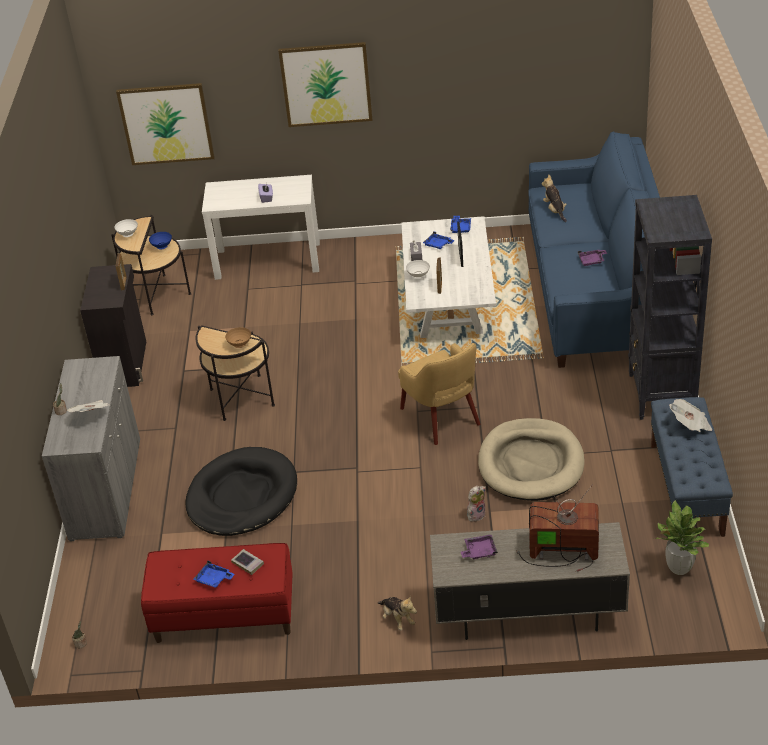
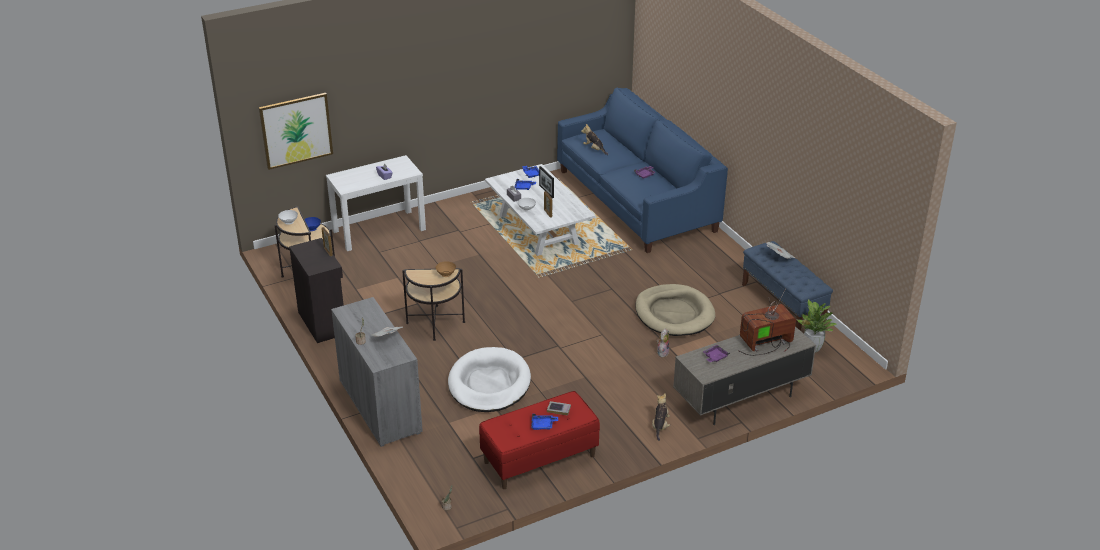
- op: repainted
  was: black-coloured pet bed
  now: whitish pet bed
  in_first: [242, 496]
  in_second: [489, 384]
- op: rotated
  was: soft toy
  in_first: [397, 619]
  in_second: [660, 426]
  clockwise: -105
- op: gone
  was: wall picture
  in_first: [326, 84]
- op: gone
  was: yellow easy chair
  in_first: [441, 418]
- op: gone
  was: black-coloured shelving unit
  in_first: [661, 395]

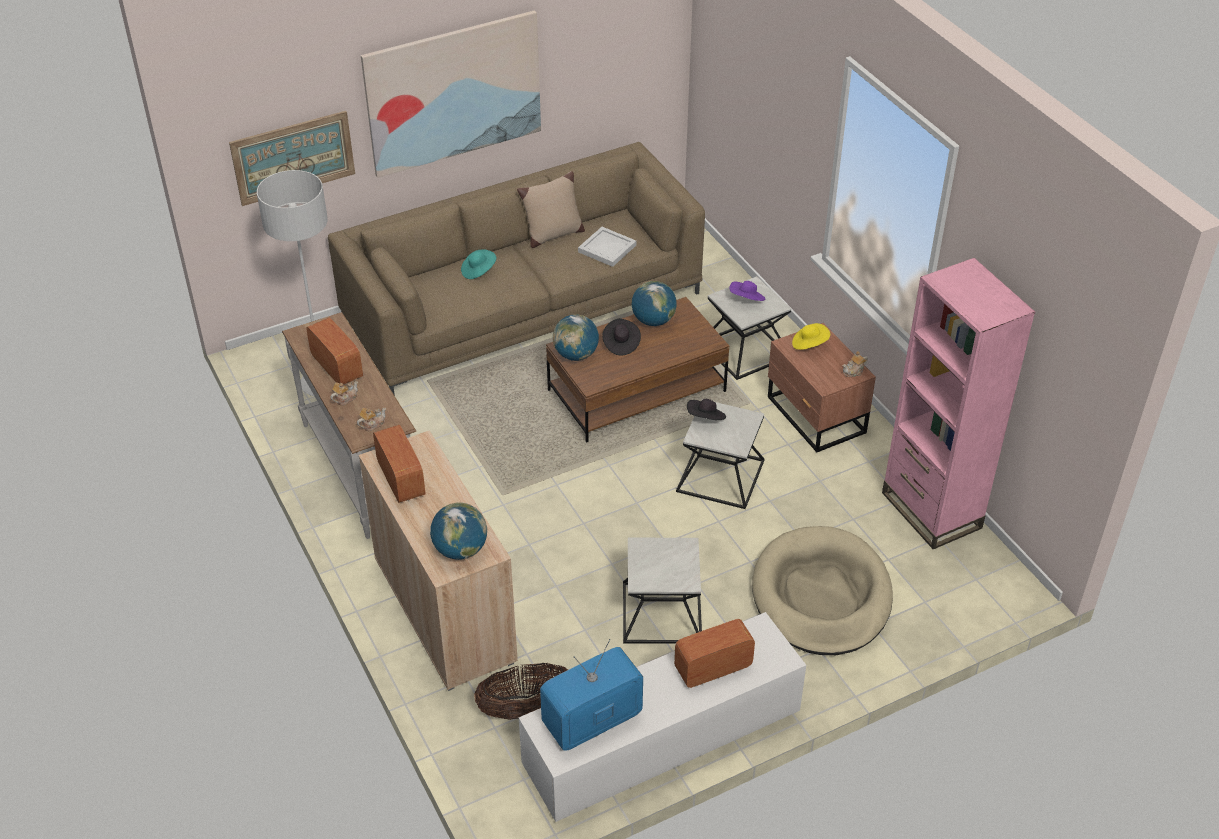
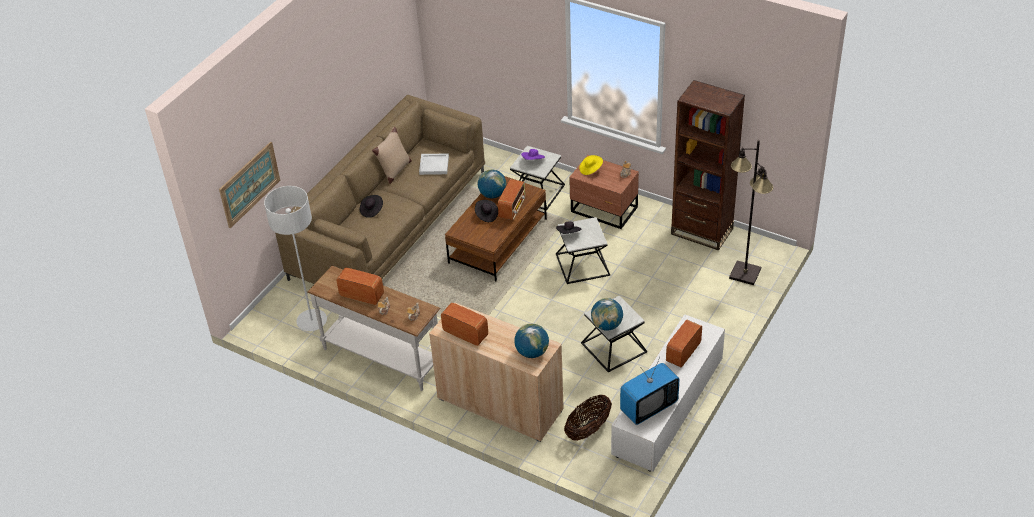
- op: repainted
  was: blue-green hat
  now: black-coloured hat
  in_first: [478, 271]
  in_second: [371, 210]
- op: new
  now: radio set
  in_second: [512, 208]
- op: shifted
  was: globe
  in_first: [576, 355]
  in_second: [607, 325]
- op: rotated
  was: television
  in_first: [592, 721]
  in_second: [648, 407]
  clockwise: -150
- op: repainted
  was: pink shelving unit
  now: brown shelving unit
  in_first: [931, 510]
  in_second: [702, 231]
- op: new
  now: black-coloured floor lamp
  in_second: [744, 273]
- op: gone
  was: wall picture
  in_first: [453, 93]
- op: gone
  was: sand-coloured pet bed
  in_first: [821, 596]

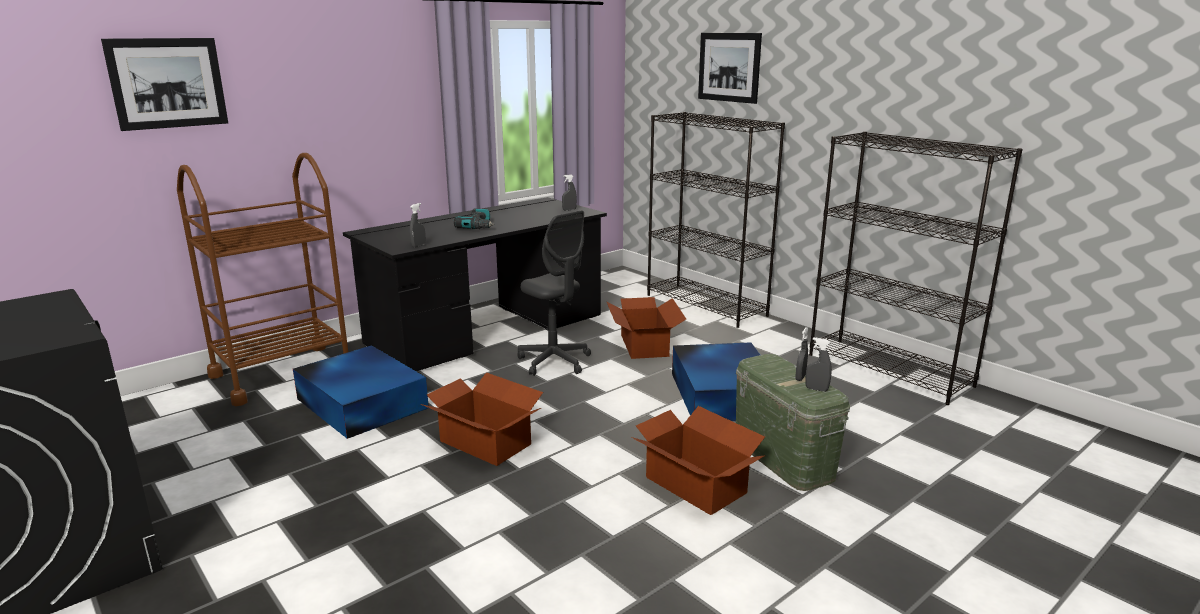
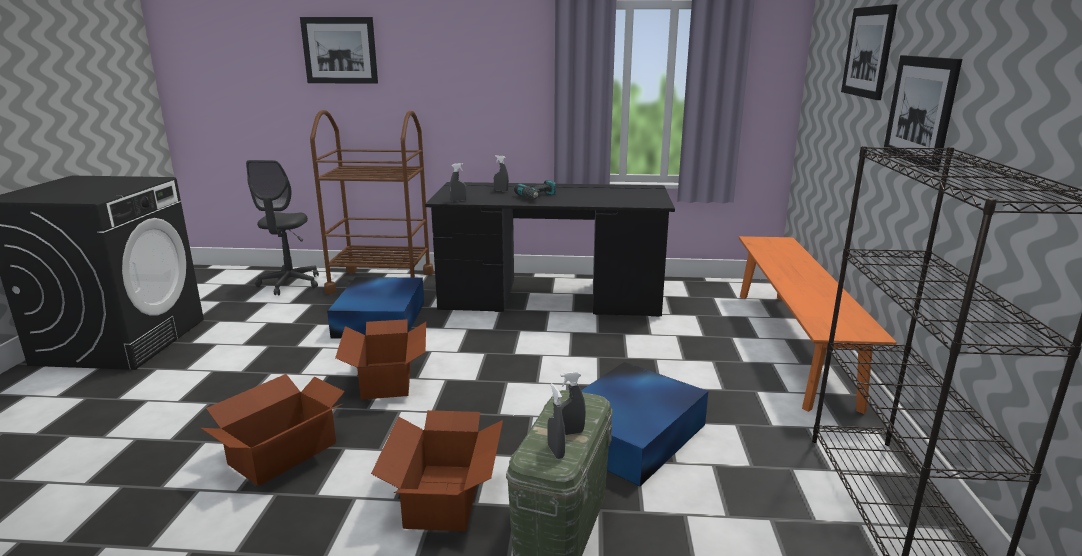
- op: shifted
  was: cardboard box
  in_first: [643, 346]
  in_second: [281, 453]
- op: shifted
  was: gray office chair
  in_first: [554, 361]
  in_second: [290, 284]
- op: shifted
  was: gray sprayer
  in_first: [569, 210]
  in_second: [501, 191]
- op: swapped
  was: black-coloured shelving unit
  now: orange bench
  in_first: [706, 305]
  in_second: [791, 344]
- op: new
  now: wall picture
  in_second: [920, 110]

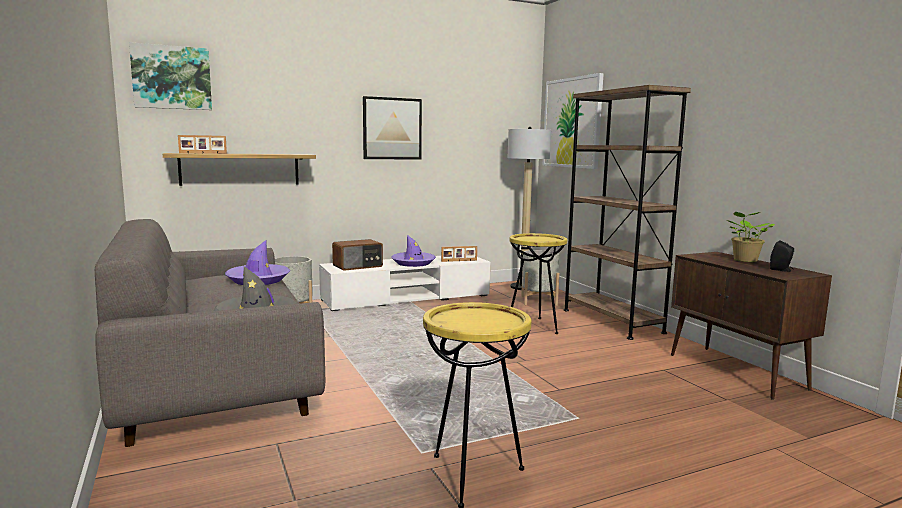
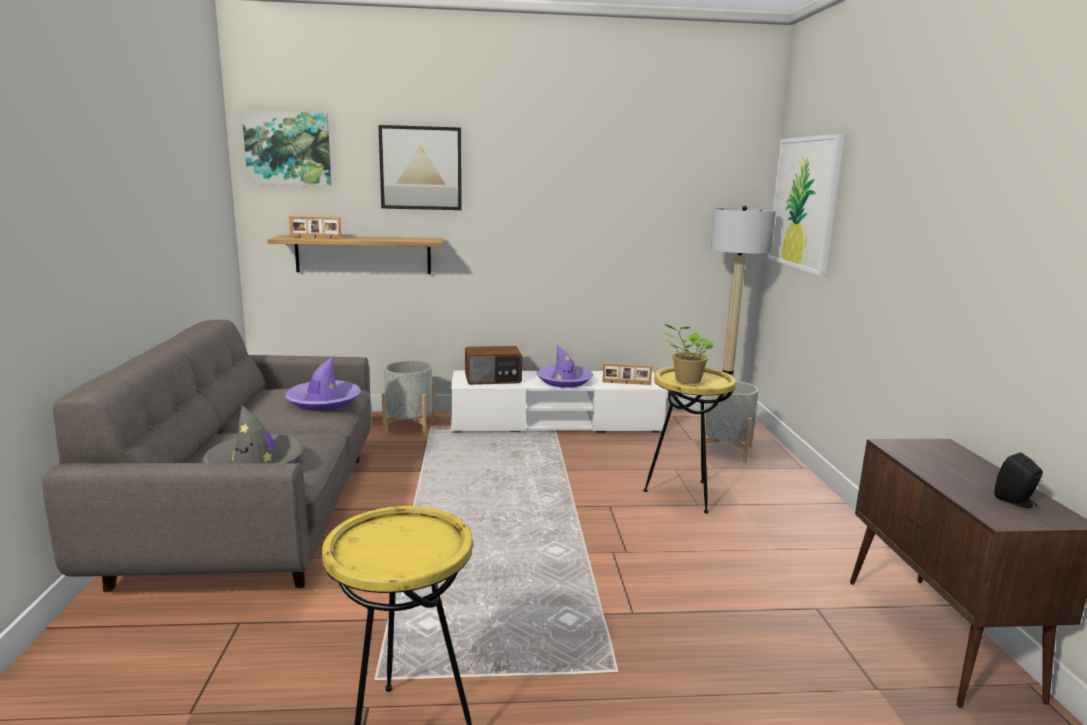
- op: shifted
  was: wall picture
  in_first: [392, 128]
  in_second: [421, 168]
- op: shifted
  was: potted plant
  in_first: [744, 260]
  in_second: [686, 380]
- op: gone
  was: brown shelving unit
  in_first: [612, 321]

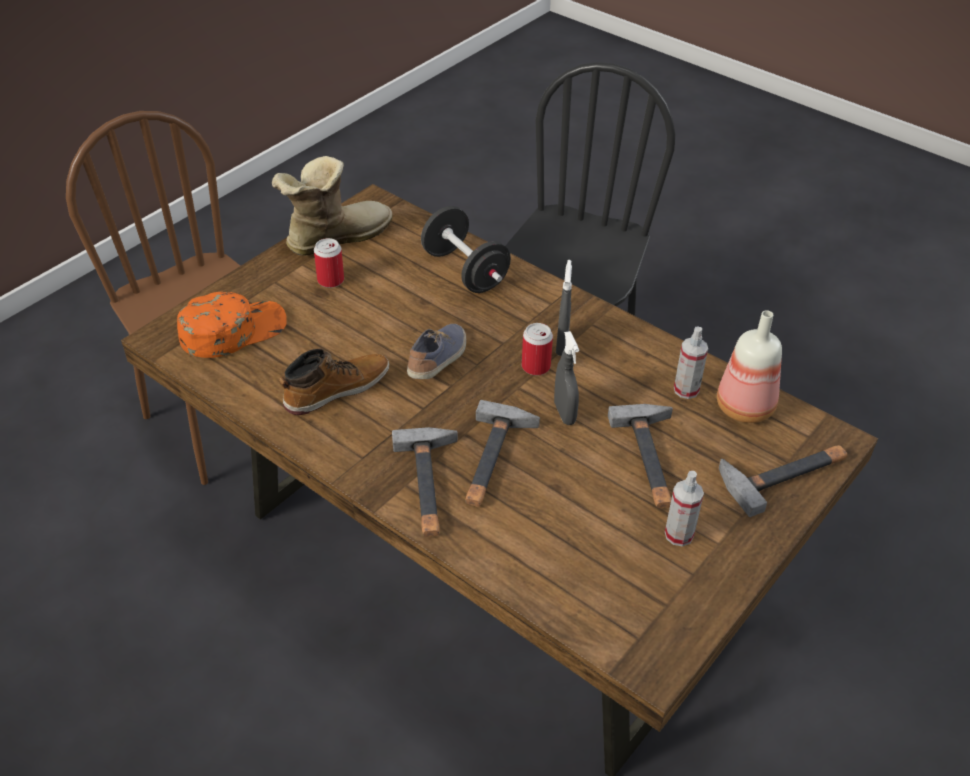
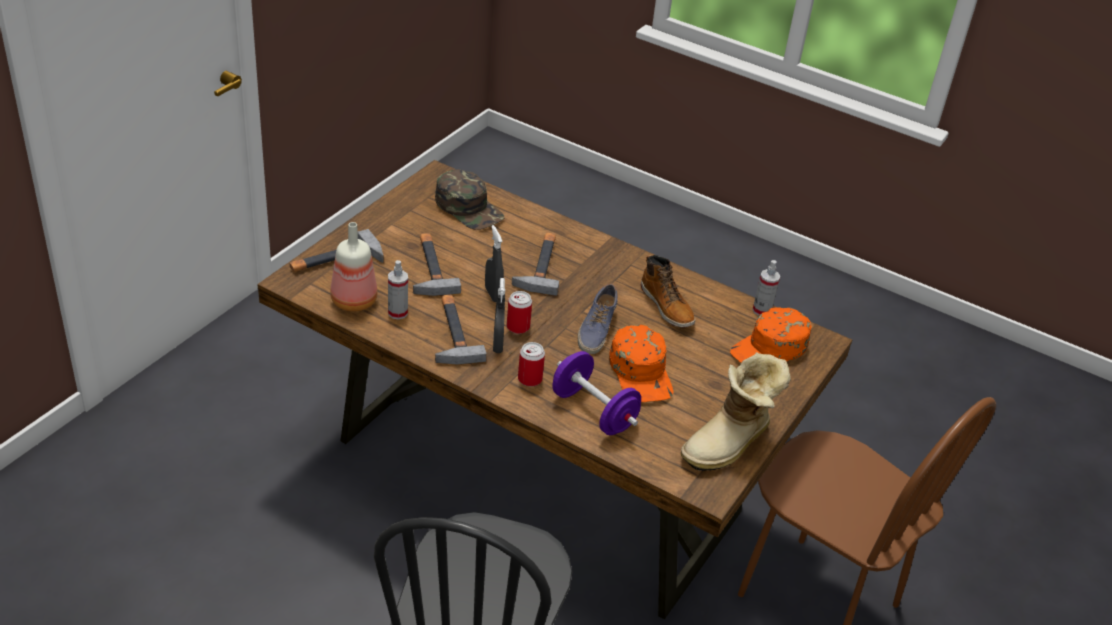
- op: new
  now: green-coloured peaked cap
  in_second: [469, 208]
- op: shifted
  was: hammer
  in_first: [429, 485]
  in_second: [452, 332]
- op: shifted
  was: can
  in_first: [330, 280]
  in_second: [530, 379]
- op: repainted
  was: black-coloured hand weight
  now: purple hand weight
  in_first: [465, 271]
  in_second: [594, 411]
- op: new
  now: orange peaked cap
  in_second: [641, 373]
- op: rotated
  was: tall boot
  in_first: [336, 389]
  in_second: [667, 306]
  clockwise: -75
- op: shifted
  was: sprayer
  in_first: [679, 534]
  in_second: [762, 310]

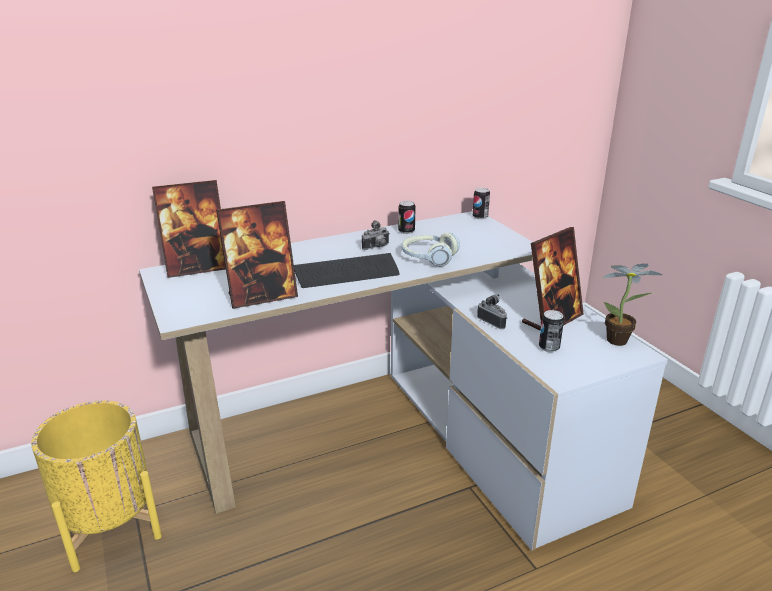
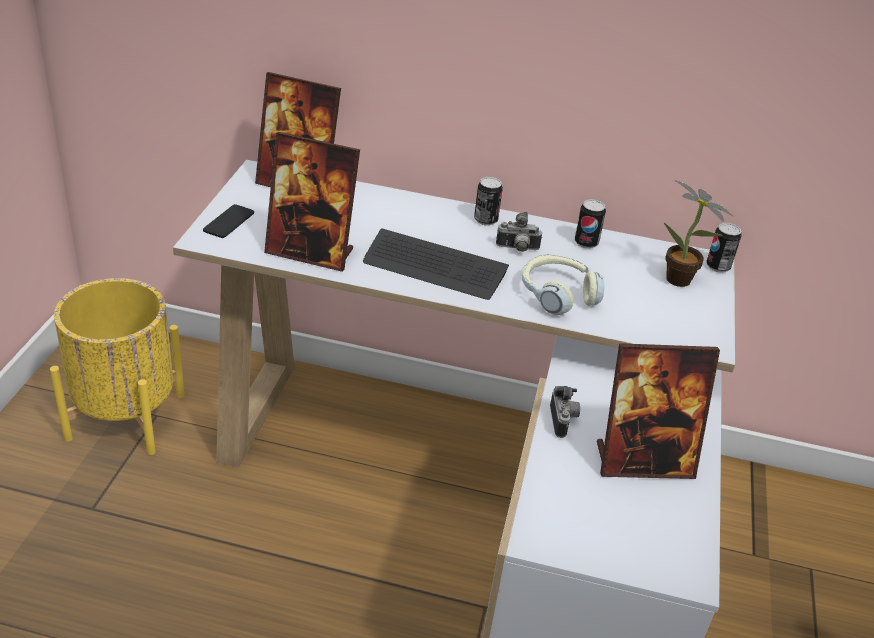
- op: new
  now: phone
  in_second: [229, 222]
- op: shifted
  was: can
  in_first: [549, 347]
  in_second: [485, 220]
- op: shifted
  was: potted plant
  in_first: [620, 341]
  in_second: [681, 282]

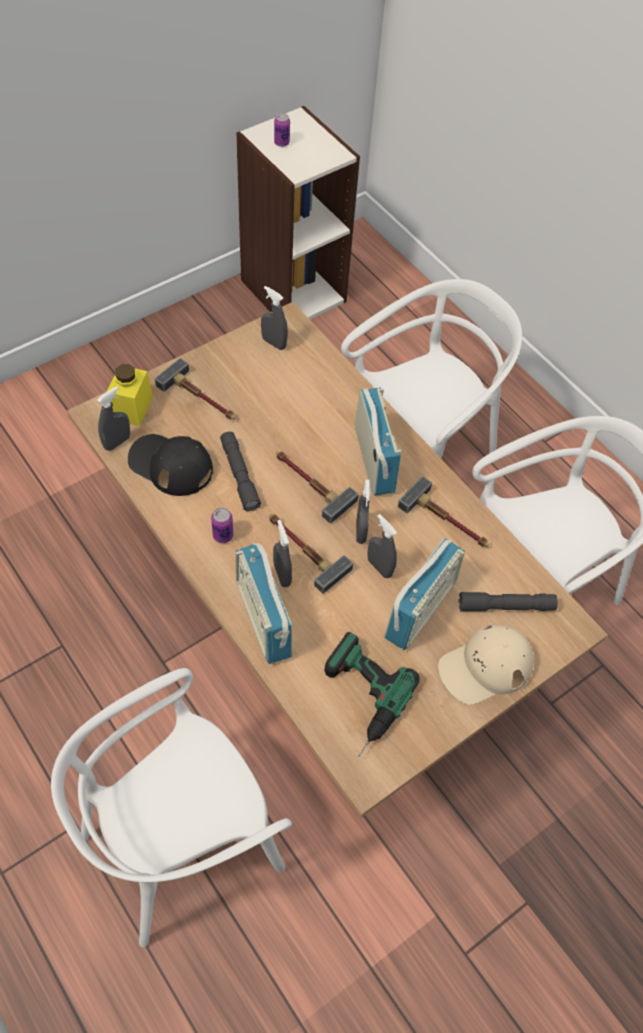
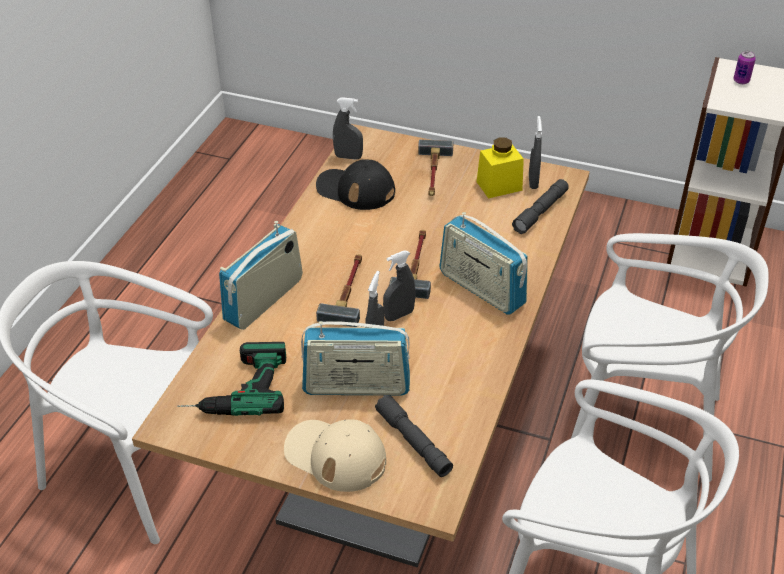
- op: rotated
  was: black-coloured peaked cap
  in_first: [170, 465]
  in_second: [355, 189]
  clockwise: -60
- op: rotated
  was: radio set
  in_first: [373, 459]
  in_second: [481, 289]
  clockwise: 90
- op: shifted
  was: yellow storage jar
  in_first: [131, 407]
  in_second: [499, 186]
- op: shifted
  was: gray hand torch
  in_first: [239, 475]
  in_second: [540, 212]
- op: gone
  was: can
  in_first: [223, 535]
- op: gone
  was: gray sprayer
  in_first: [282, 574]
- op: gone
  was: hammer
  in_first: [447, 521]

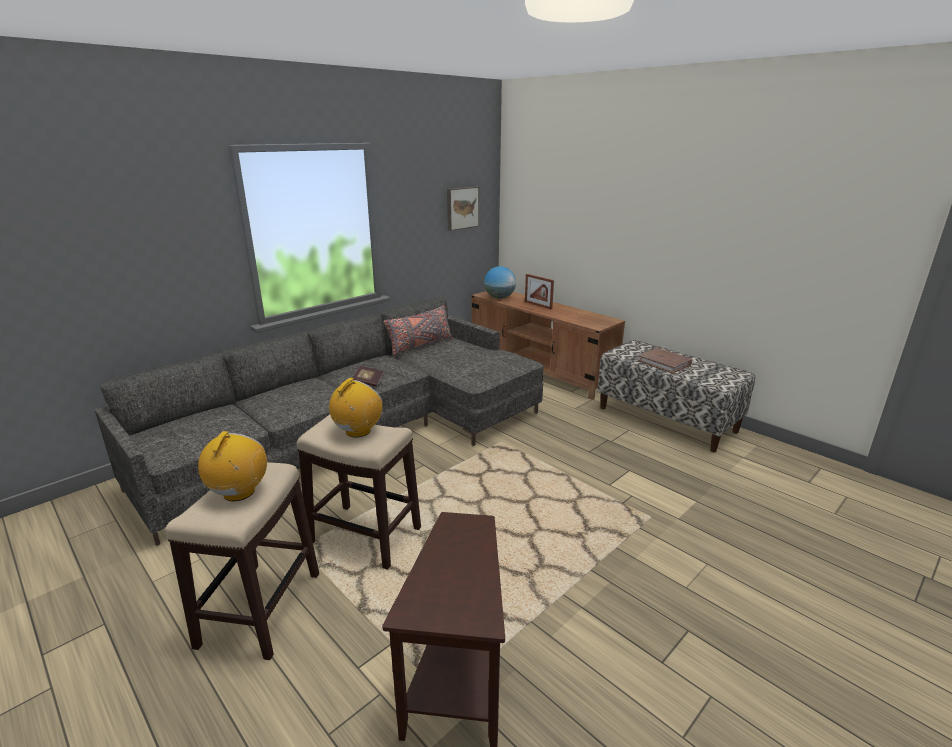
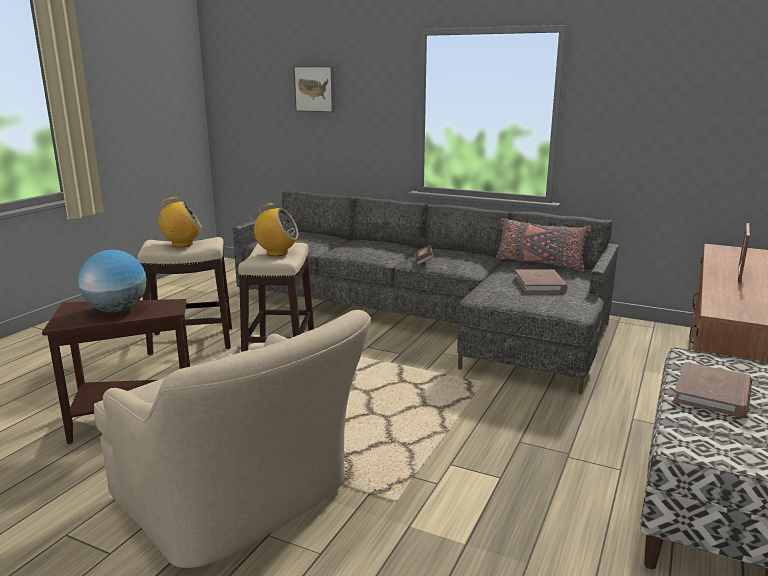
- op: shifted
  was: globe
  in_first: [499, 298]
  in_second: [117, 310]
- op: new
  now: sand-coloured easy chair
  in_second: [242, 502]
- op: shifted
  was: wall picture
  in_first: [461, 208]
  in_second: [315, 89]
- op: new
  now: brown book
  in_second: [540, 284]

